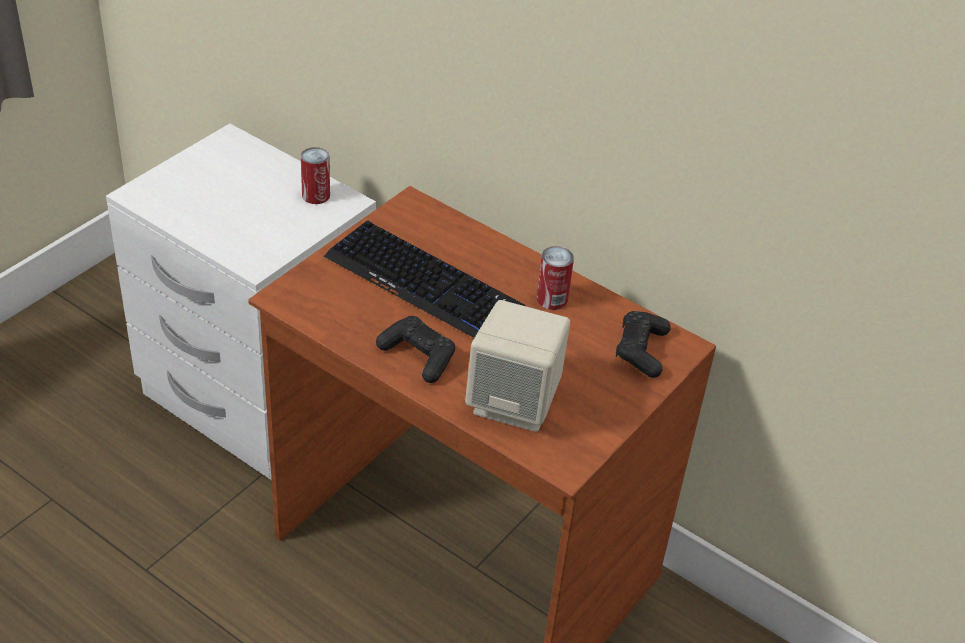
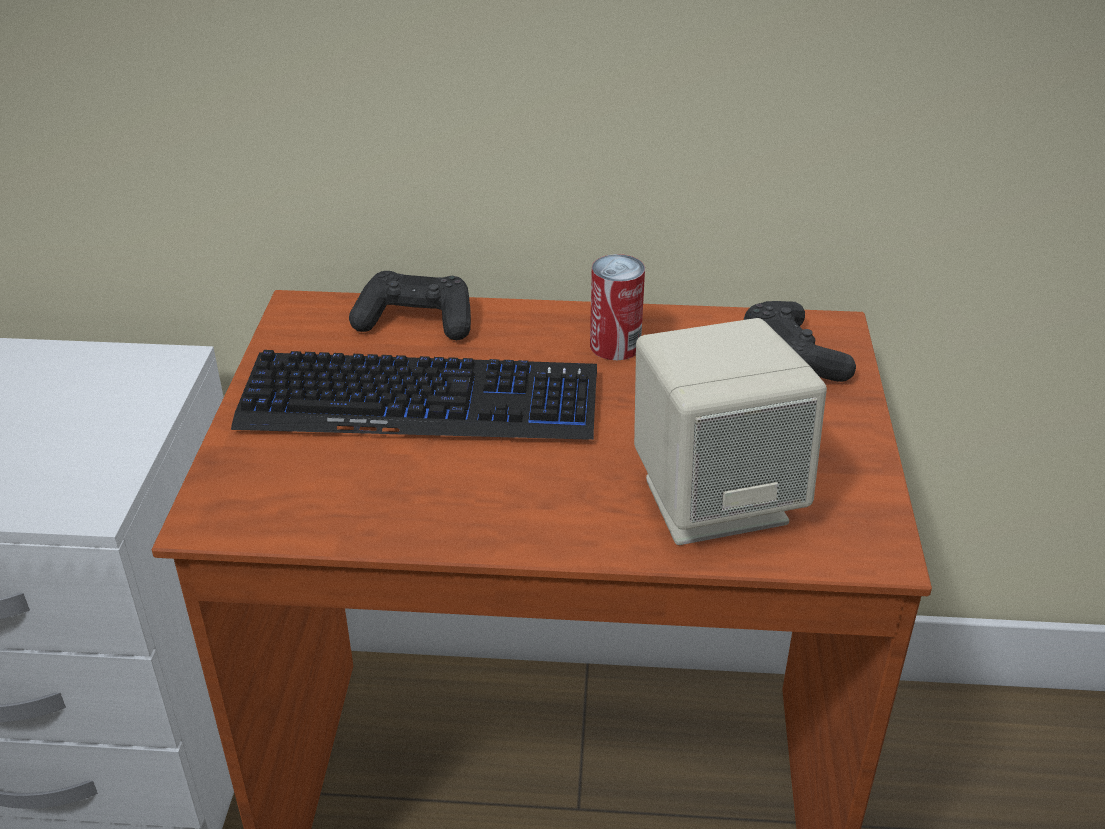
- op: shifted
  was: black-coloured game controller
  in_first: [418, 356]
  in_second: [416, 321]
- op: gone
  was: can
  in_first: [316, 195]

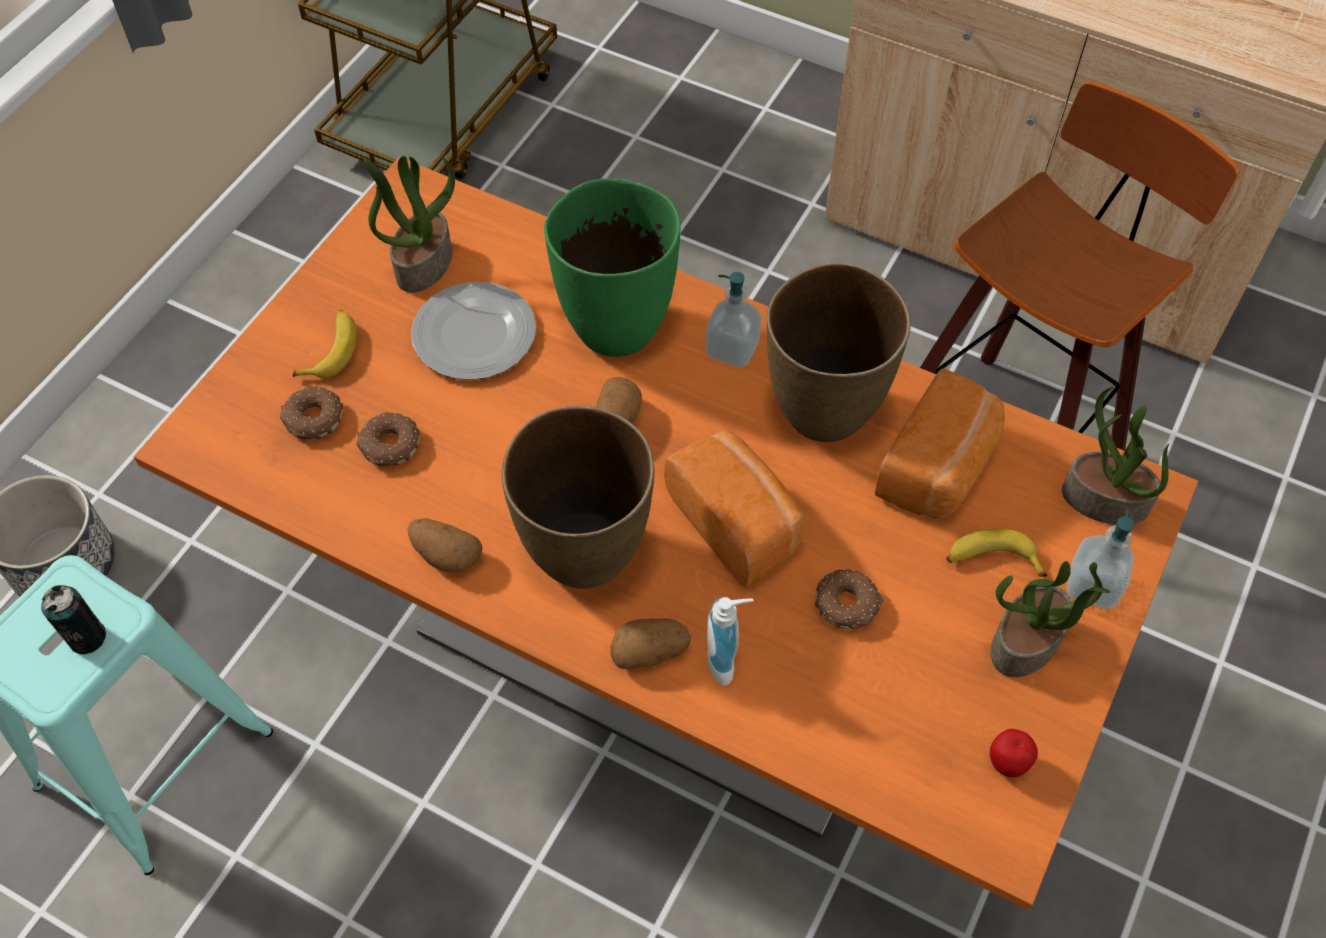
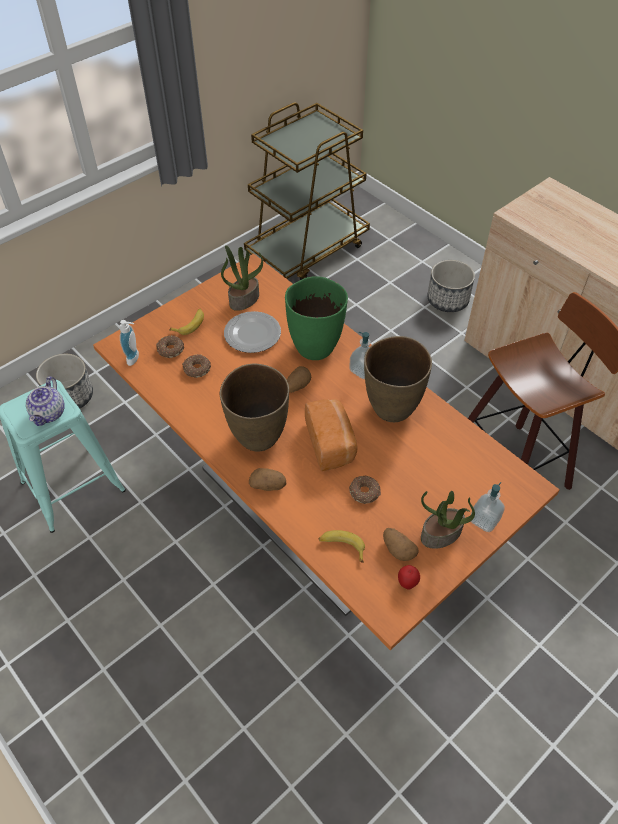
- op: swapped
  was: can
  now: pot for tea
  in_first: [87, 637]
  in_second: [49, 413]
- op: shifted
  was: liquid soap bottle
  in_first: [726, 661]
  in_second: [135, 358]
- op: shifted
  was: whole banana
  in_first: [991, 560]
  in_second: [342, 546]
- op: shifted
  was: spud
  in_first: [445, 555]
  in_second: [398, 549]
- op: new
  now: plant pot
  in_second: [448, 300]
- op: gone
  was: bakery bread
  in_first: [939, 468]
- op: gone
  was: potted plant
  in_first: [1103, 501]

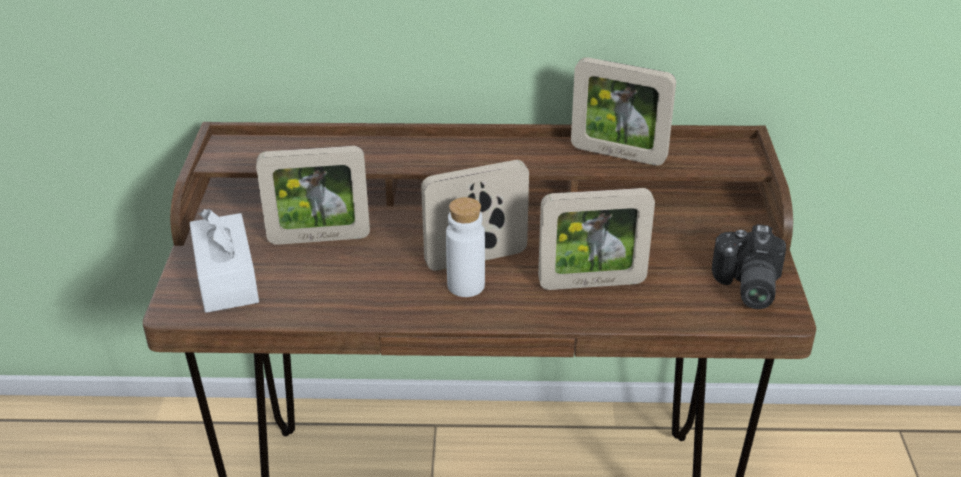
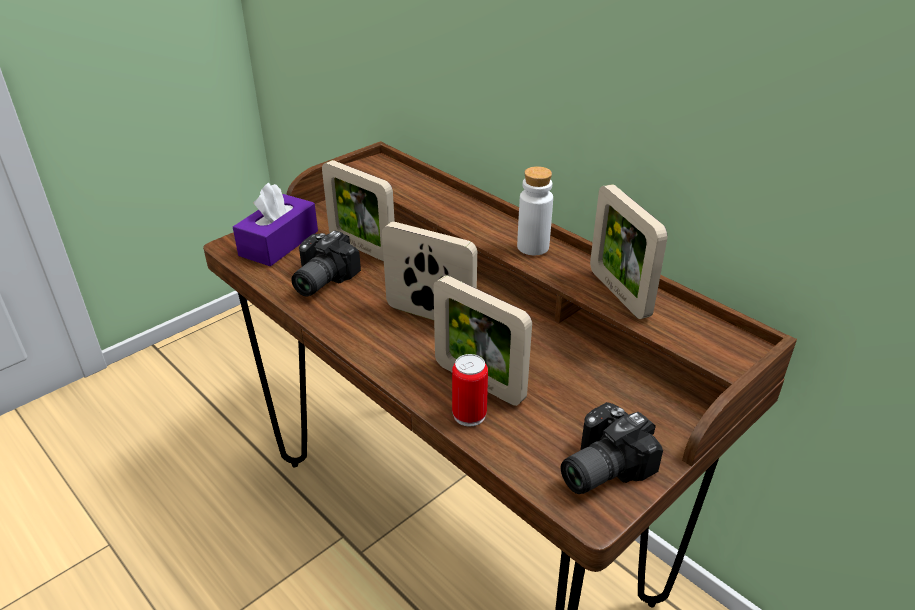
- op: repainted
  was: whitish tissue holder
  now: purple tissue holder
  in_first: [226, 278]
  in_second: [279, 243]
- op: new
  now: photo camera
  in_second: [319, 280]
- op: new
  now: can
  in_second: [469, 415]
- op: shifted
  was: whitish drink bottle
  in_first: [466, 285]
  in_second: [533, 247]

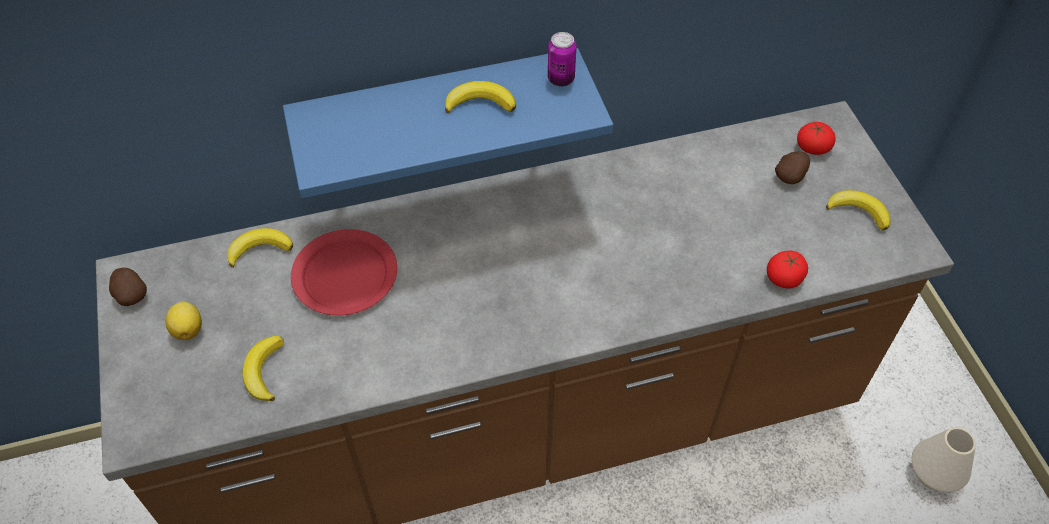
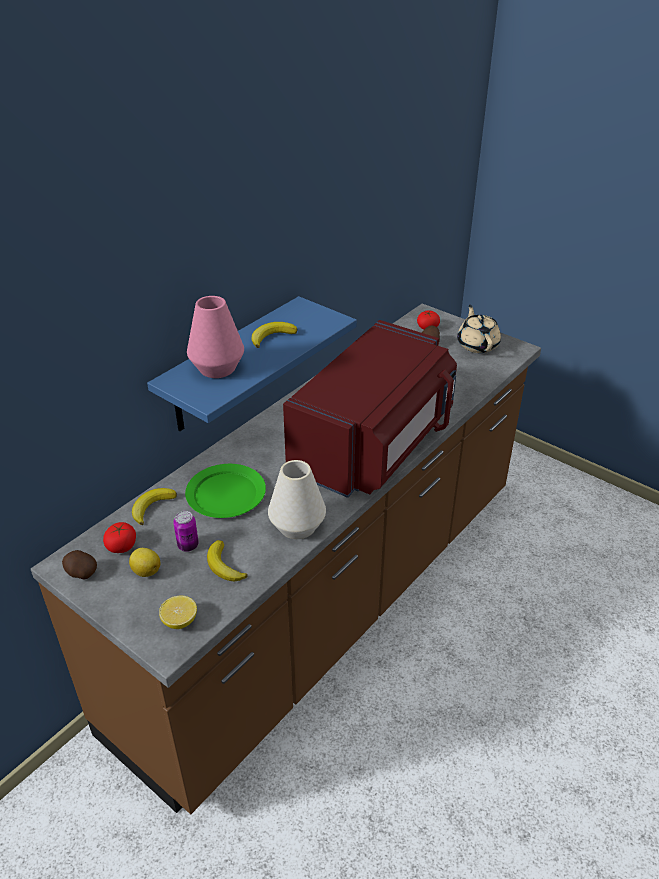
- op: shifted
  was: tomato
  in_first: [784, 278]
  in_second: [122, 546]
- op: new
  now: whole lemon
  in_second: [180, 621]
- op: shifted
  was: can
  in_first: [561, 79]
  in_second: [188, 545]
- op: repainted
  was: red plate
  now: green-coloured plate
  in_first: [345, 276]
  in_second: [226, 494]
- op: new
  now: pink vase
  in_second: [217, 368]
- op: shifted
  was: whitish vase
  in_first: [933, 473]
  in_second: [297, 526]
- op: new
  now: red microwave
  in_second: [374, 445]
- op: swapped
  was: whole banana
  now: sand-coloured pot for tea
  in_first: [858, 211]
  in_second: [477, 344]

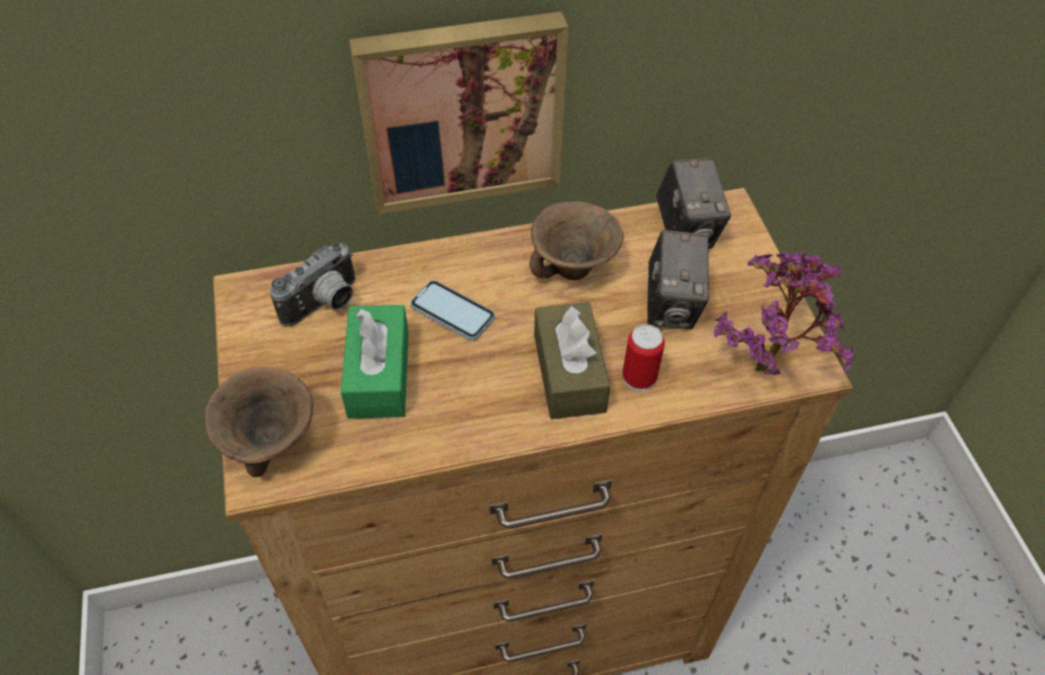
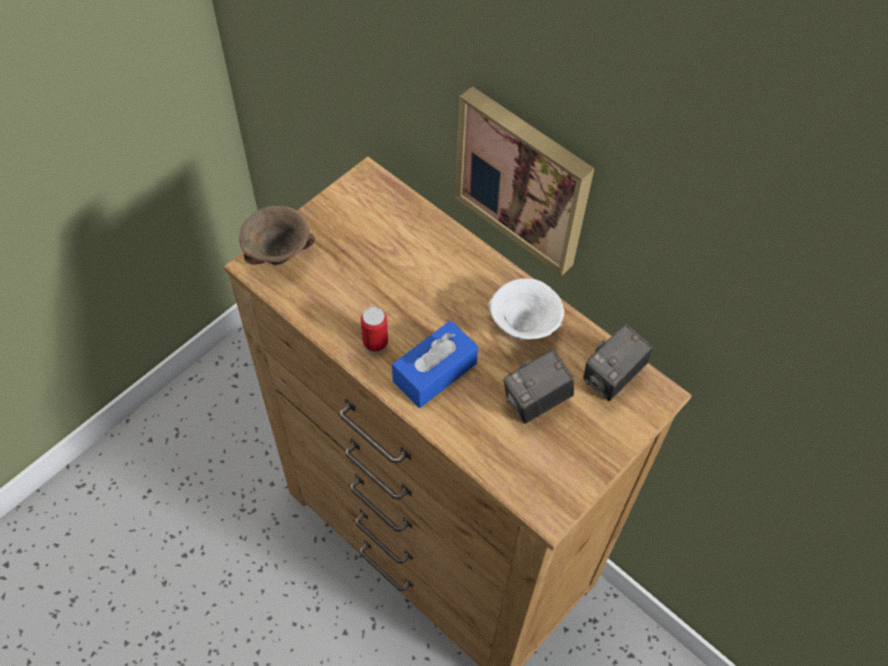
- op: shifted
  was: can
  in_first: [639, 377]
  in_second: [375, 343]
- op: repainted
  was: brown tissue holder
  now: blue tissue holder
  in_first: [569, 373]
  in_second: [434, 372]
- op: repainted
  was: brown deep dish
  now: whitish deep dish
  in_first: [573, 268]
  in_second: [521, 329]
- op: gone
  was: photo camera
  in_first: [325, 305]
- op: gone
  was: green-coloured tissue holder
  in_first: [379, 374]
- op: gone
  was: phone
  in_first: [452, 312]
- op: gone
  was: potted plant
  in_first: [768, 364]

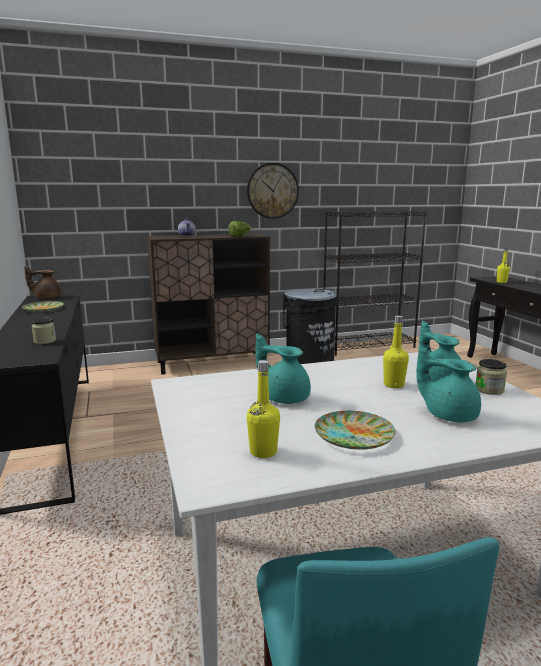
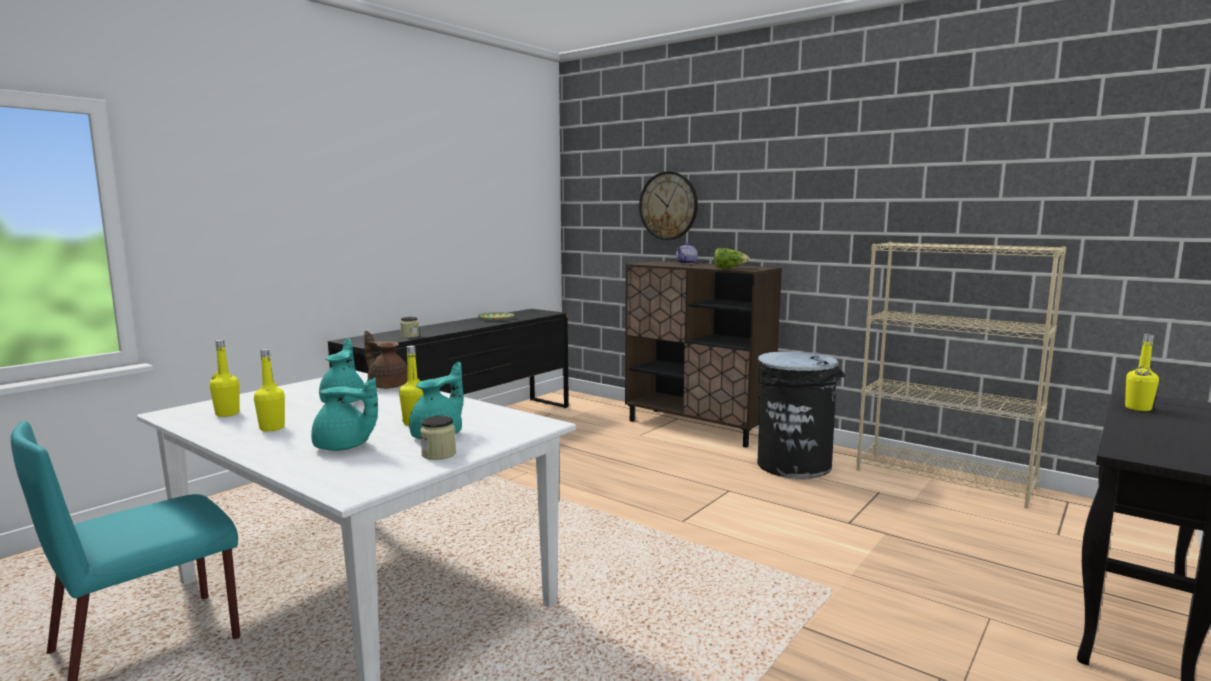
- op: swapped
  was: plate
  now: yellow drink bottle
  in_first: [353, 435]
  in_second: [272, 428]
- op: rotated
  was: blue-green pot for tea
  in_first: [448, 414]
  in_second: [344, 447]
  clockwise: 105
- op: shifted
  was: brown pot for tea
  in_first: [46, 297]
  in_second: [387, 386]
- op: shifted
  was: hanging clock
  in_first: [272, 191]
  in_second: [668, 205]
- op: repainted
  was: black-coloured shelving unit
  now: sand-coloured shelving unit
  in_first: [368, 346]
  in_second: [944, 479]

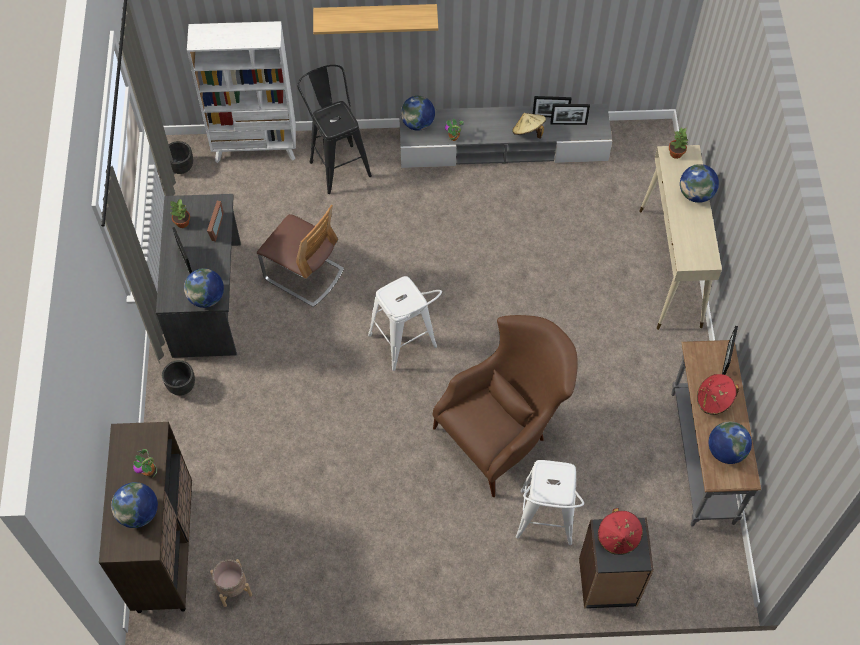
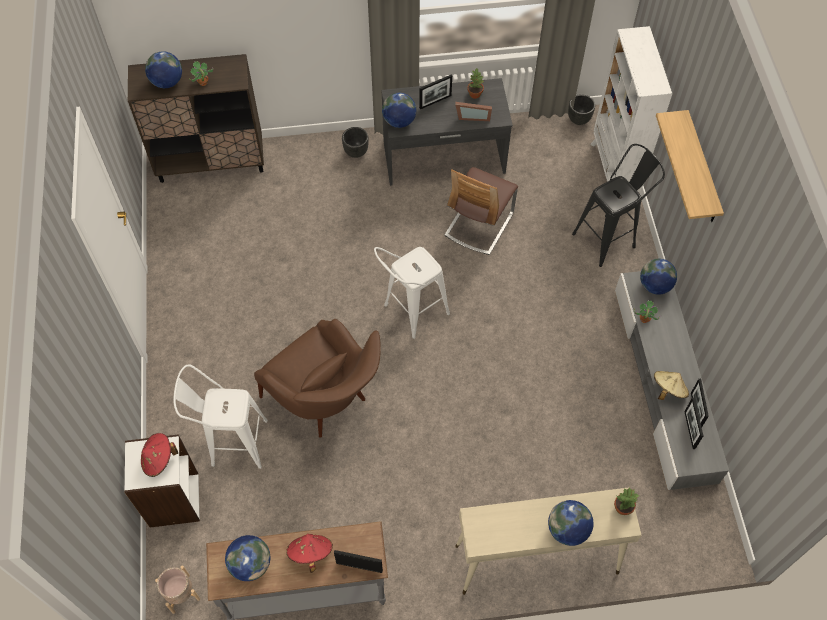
- op: repainted
  was: black-coloured shelving unit
  now: whitish shelving unit
  in_first: [608, 583]
  in_second: [173, 500]
- op: shifted
  was: sand-coloured plant pot
  in_first: [233, 588]
  in_second: [181, 594]

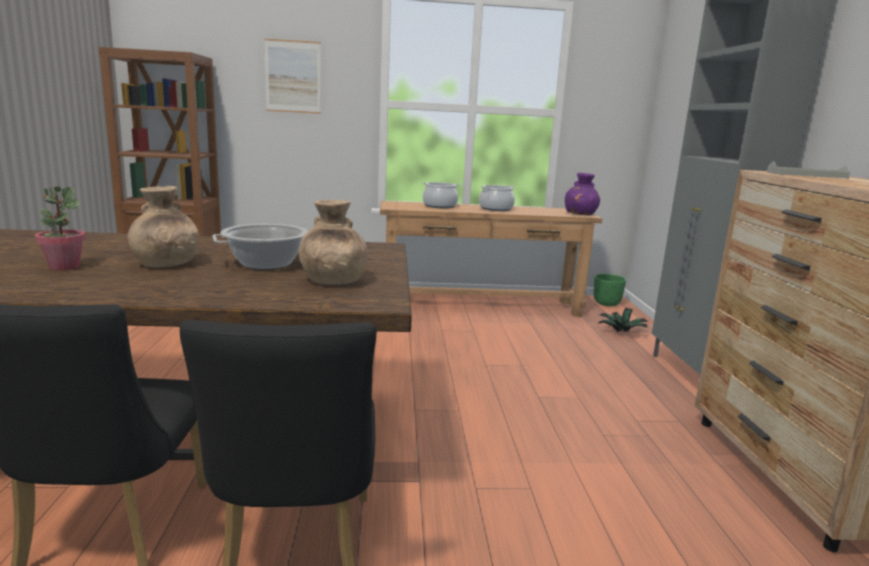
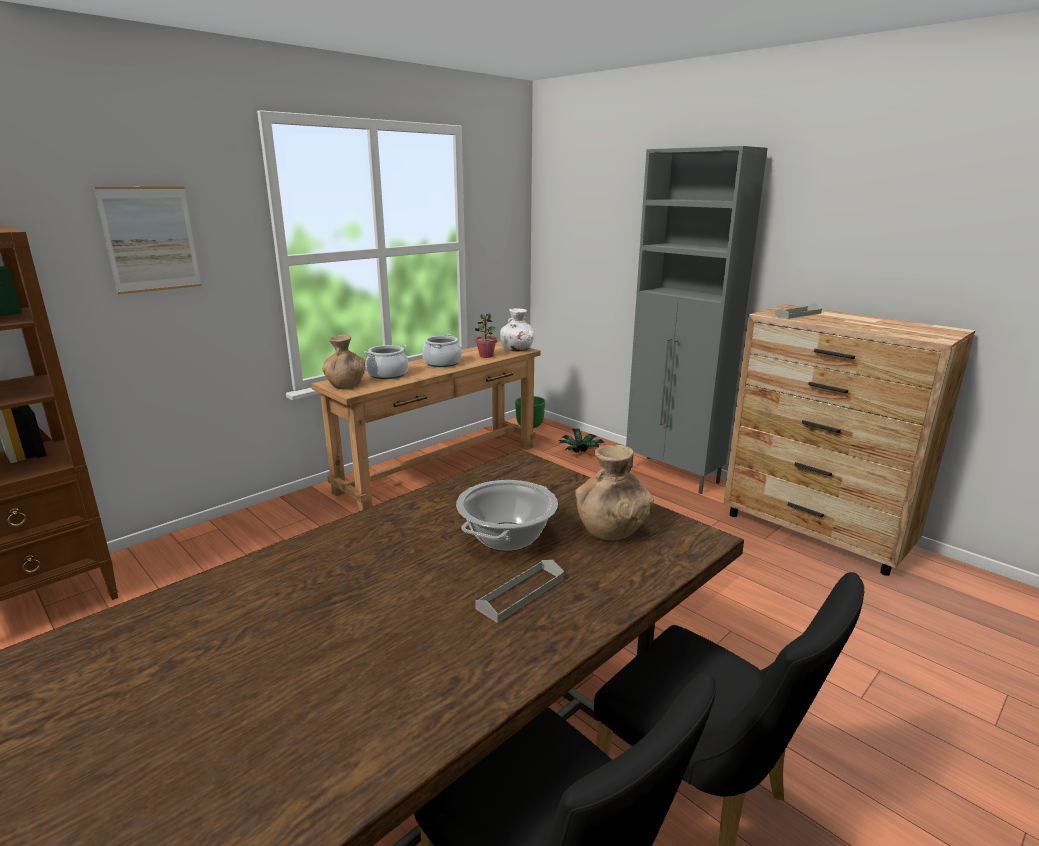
- op: shifted
  was: brown vase
  in_first: [166, 264]
  in_second: [345, 385]
- op: shifted
  was: potted plant
  in_first: [64, 267]
  in_second: [486, 356]
- op: new
  now: gray tray
  in_second: [521, 593]
- op: repainted
  was: purple vase
  now: whitish vase
  in_first: [580, 214]
  in_second: [517, 350]

